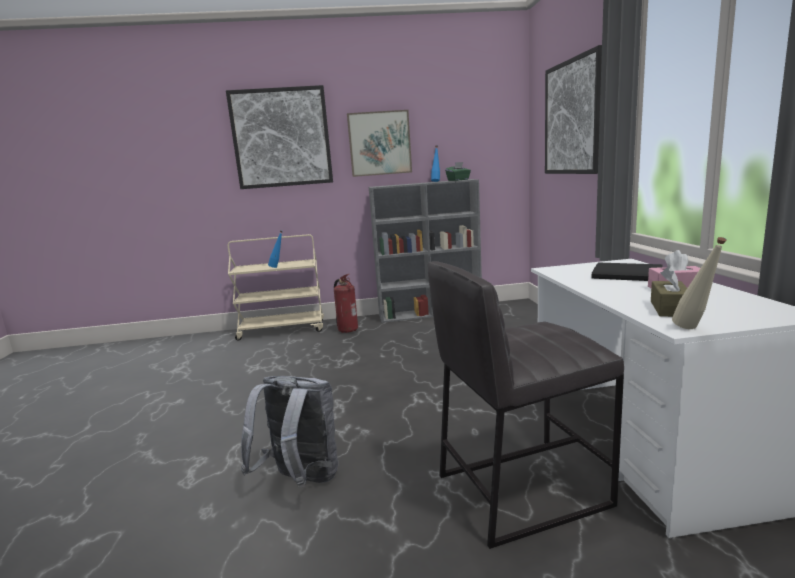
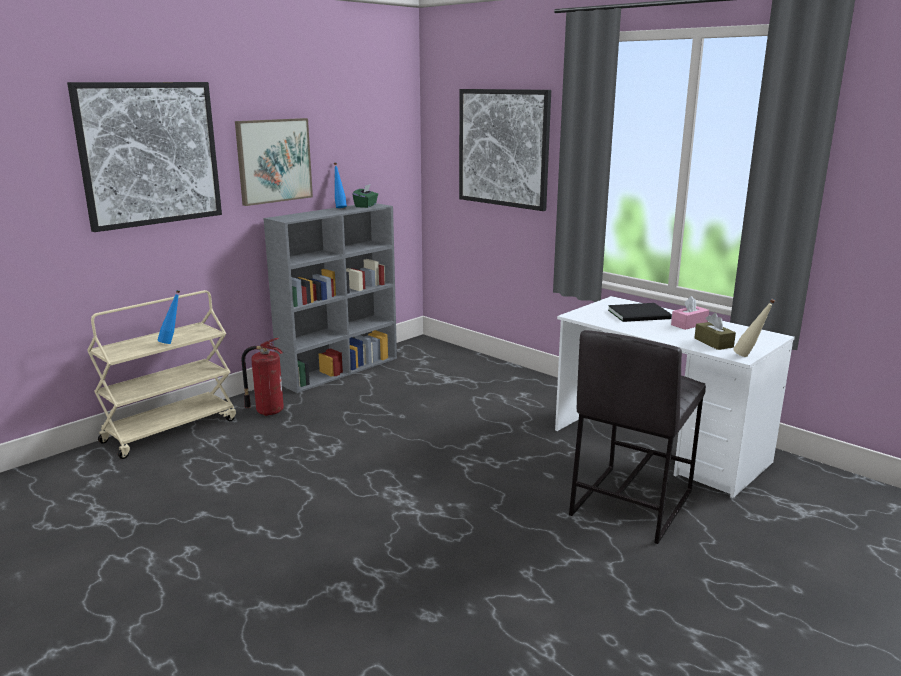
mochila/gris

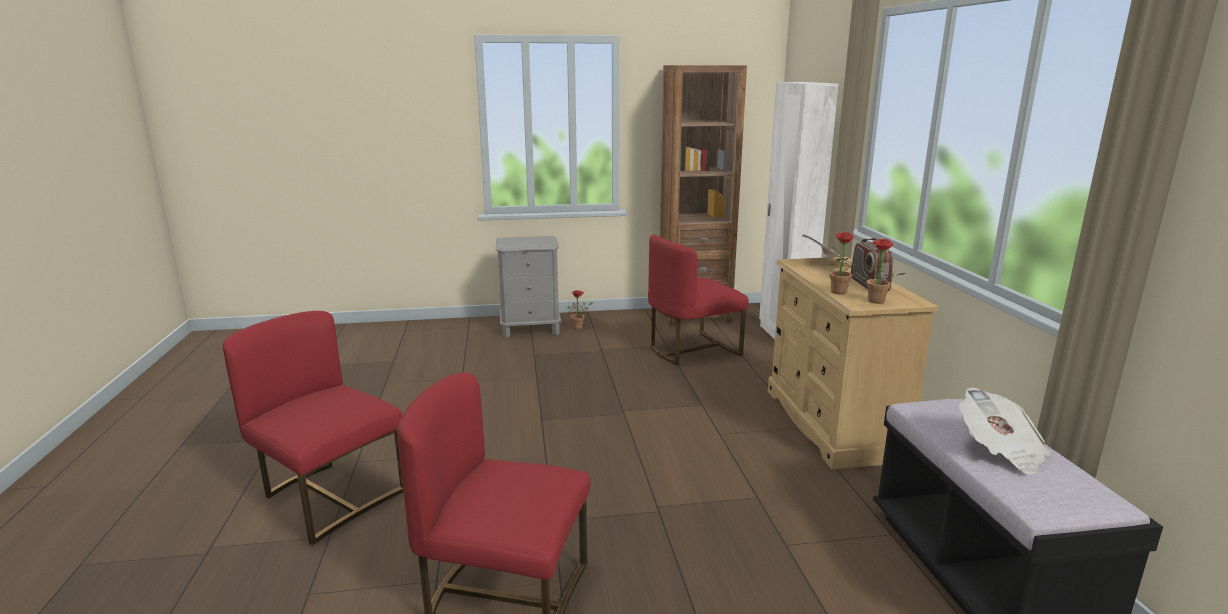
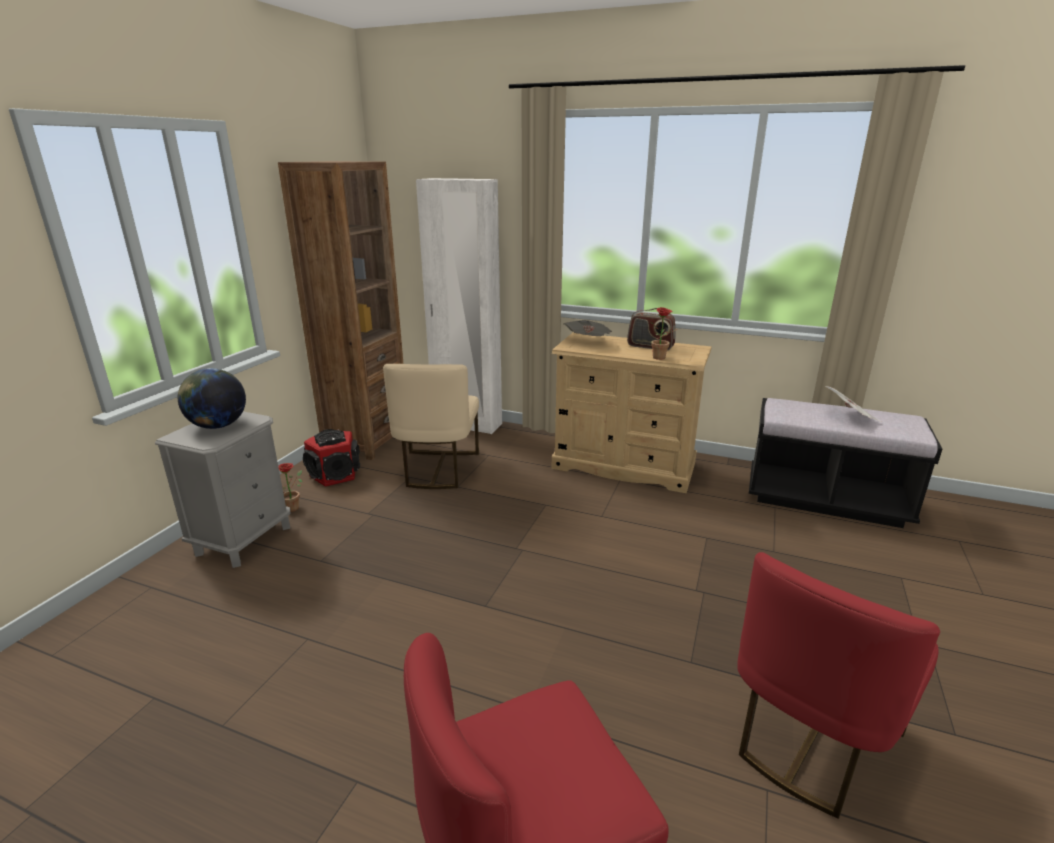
silla/beis; planta en maceta (no. 3 from left in the first image); globo terráqueo; altavoz

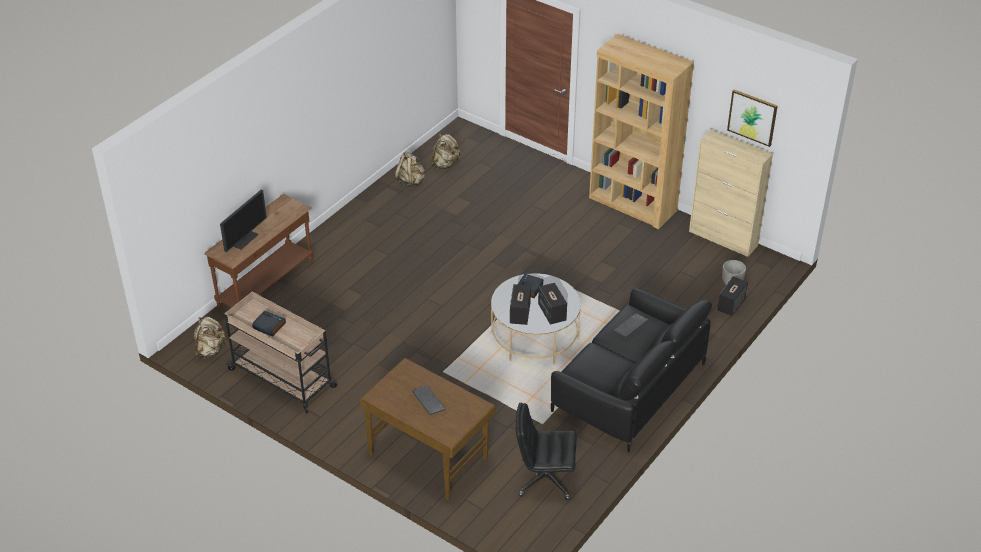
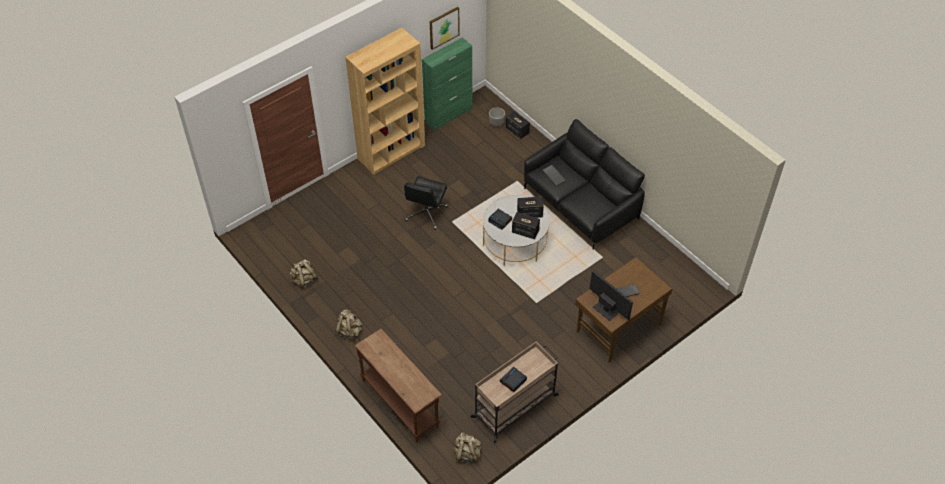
monitor; mochila/beis (no. 2 from left); silla de oficina/negro; armario/verde

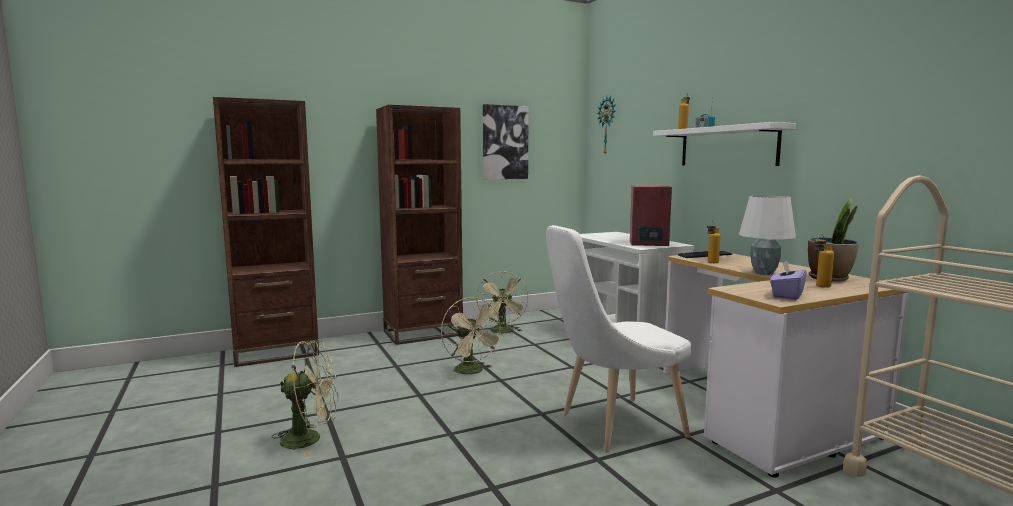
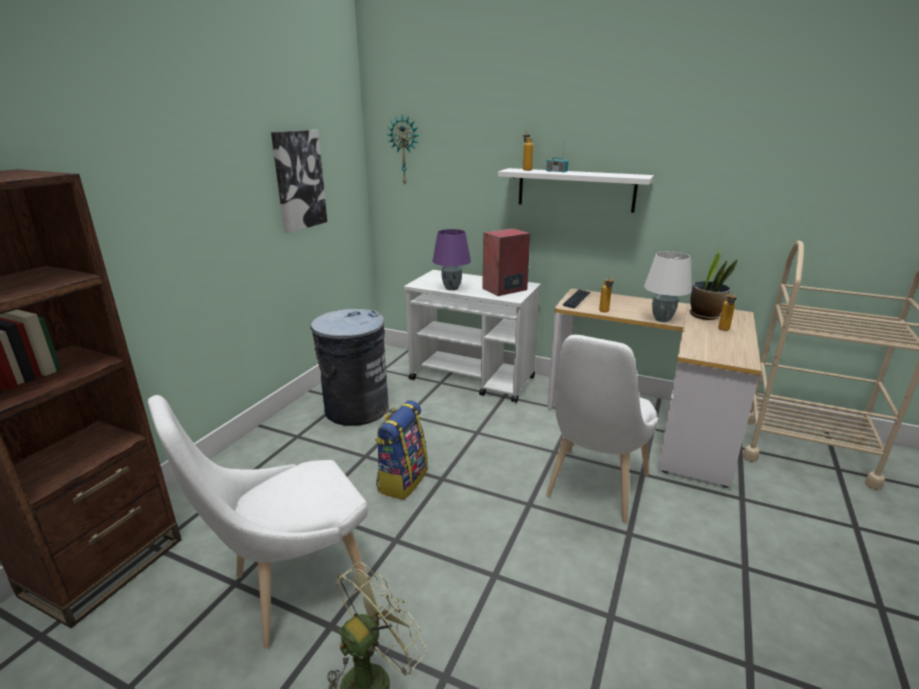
estantería/marrón (no. 2 from left in the first image); mochila; papelera/gris; caja de pañuelos/morado; silla/blanco (no. 1 from left); lámpara de mesa/morado

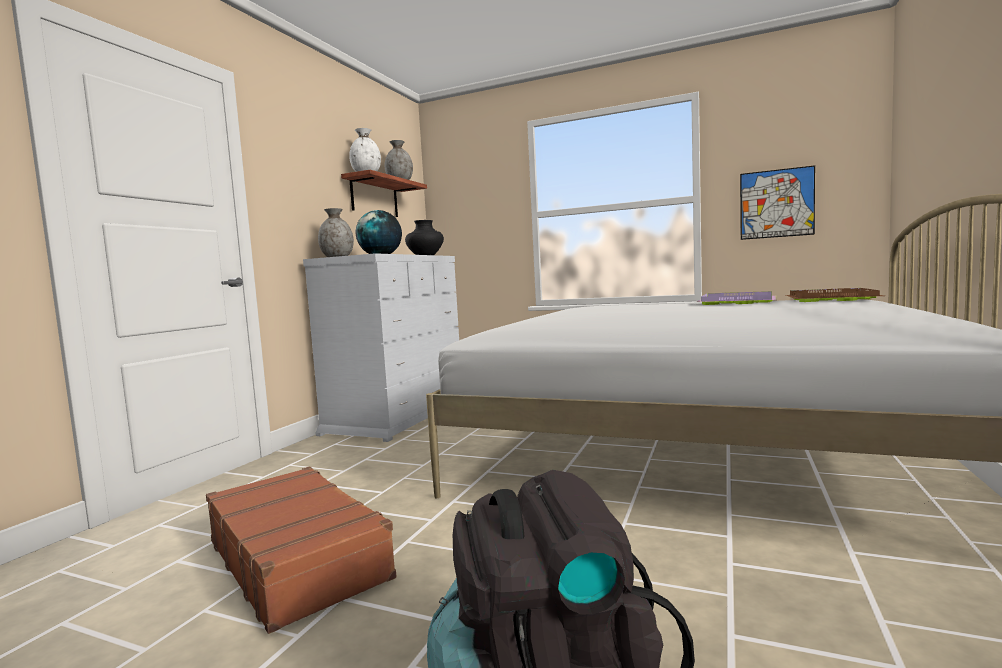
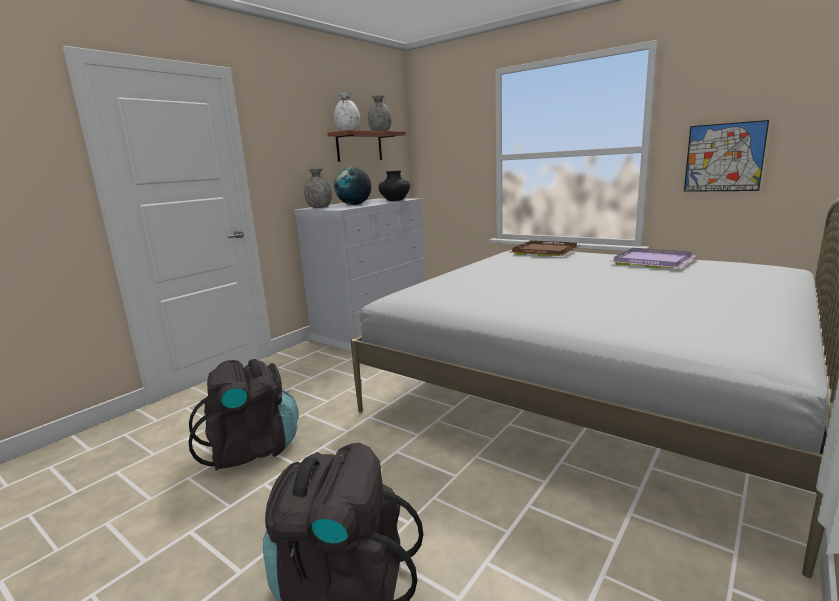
mochila/negro (no. 1 from left); bandeja/marrón

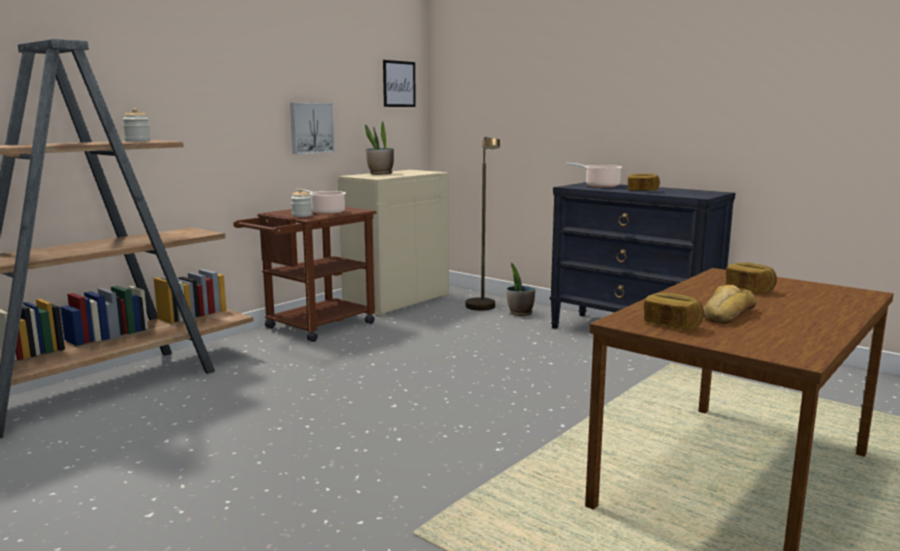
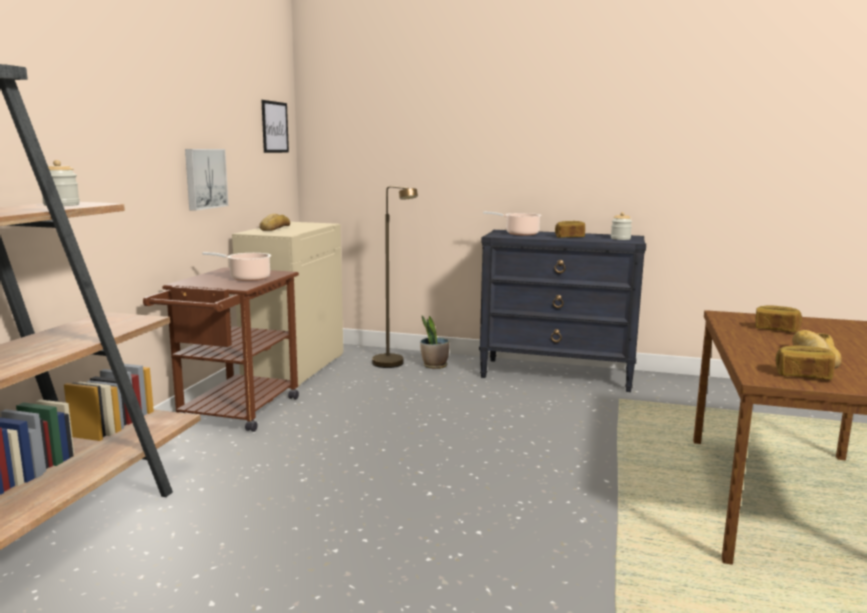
tarro (no. 2 from left); pan (no. 1 from left)

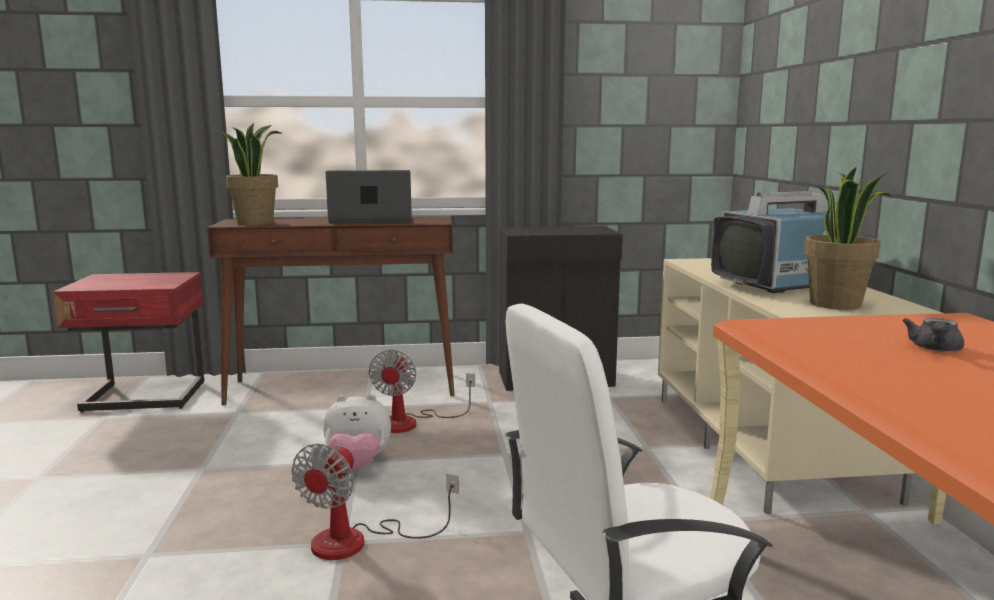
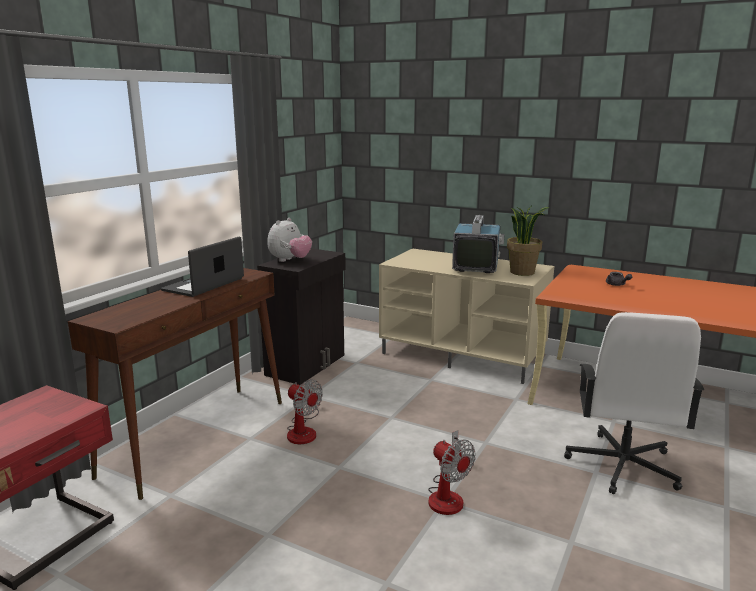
planta en maceta (no. 1 from left in the first image); peluche

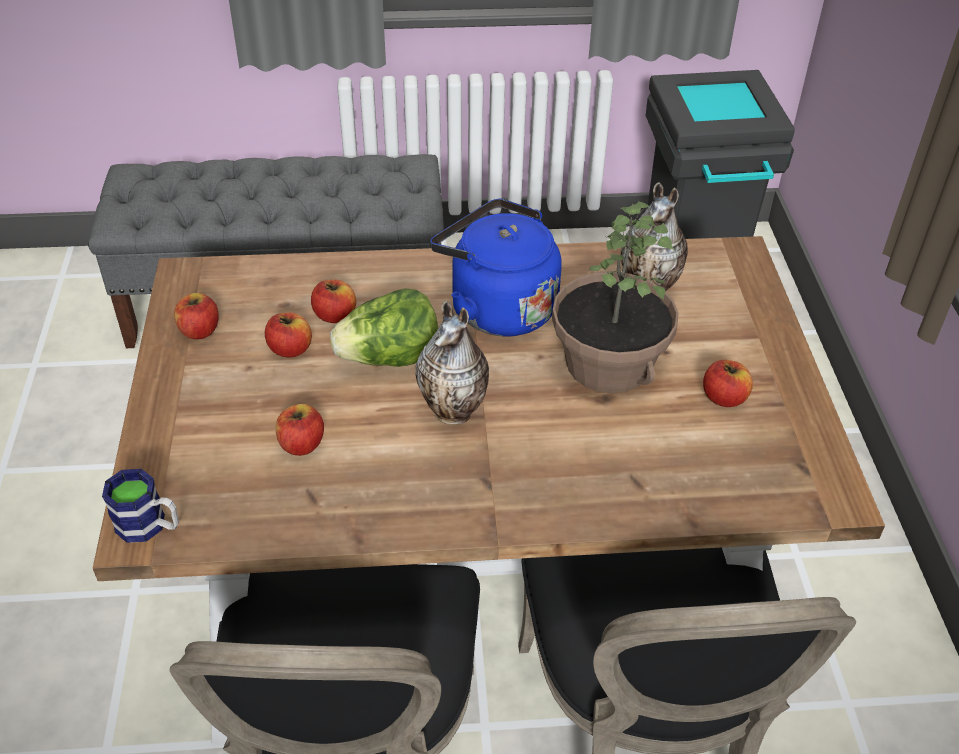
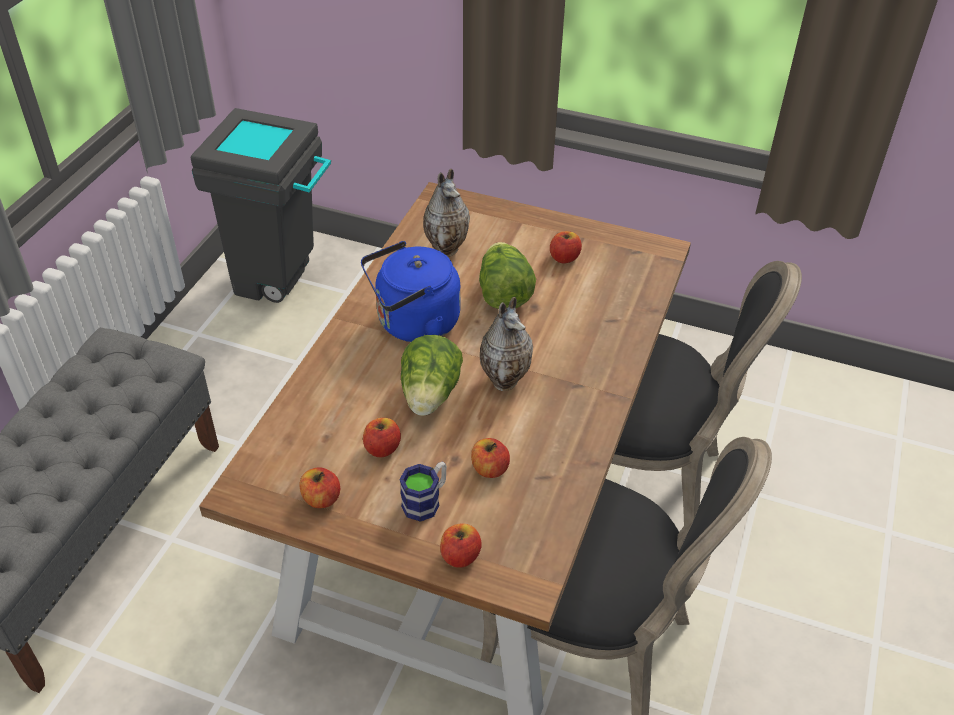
taza grande; manzana (no. 3 from left); lechuga (no. 2 from left)

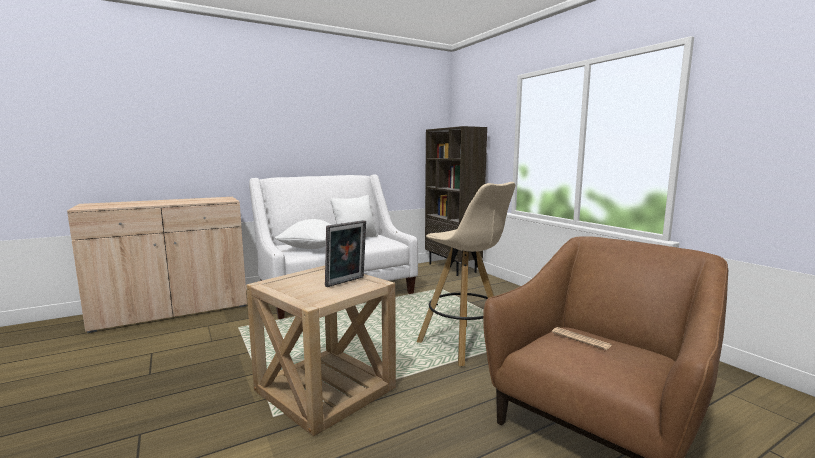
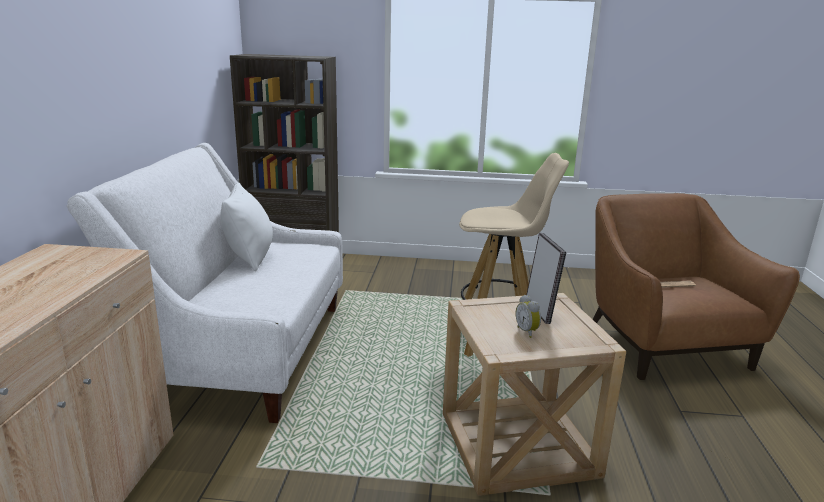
cojín/blanco (no. 1 from left in the first image); despertador

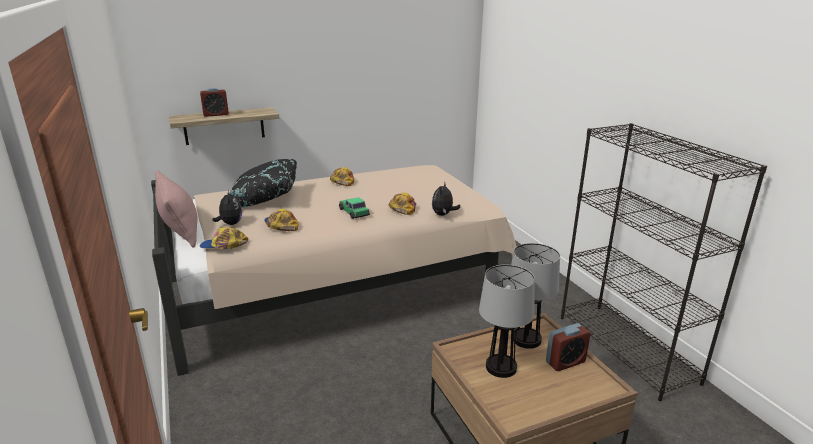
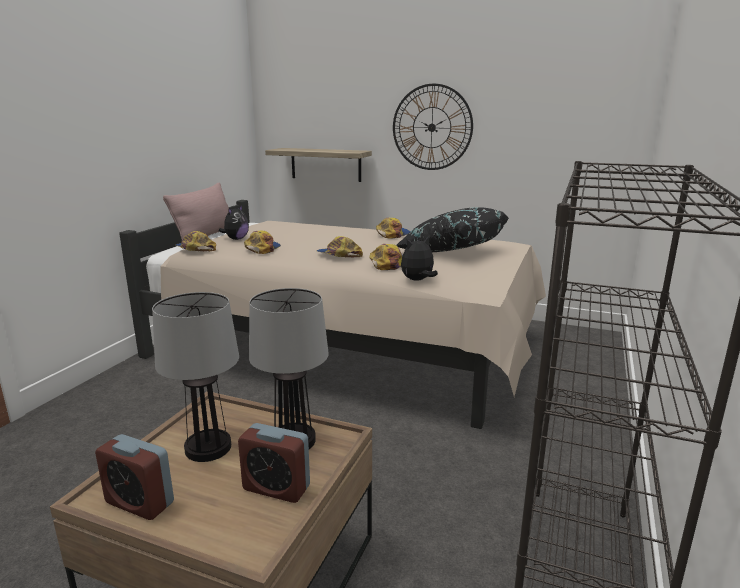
despertador (no. 1 from left); cojín/negro; gorra (no. 3 from left); reloj de pared

